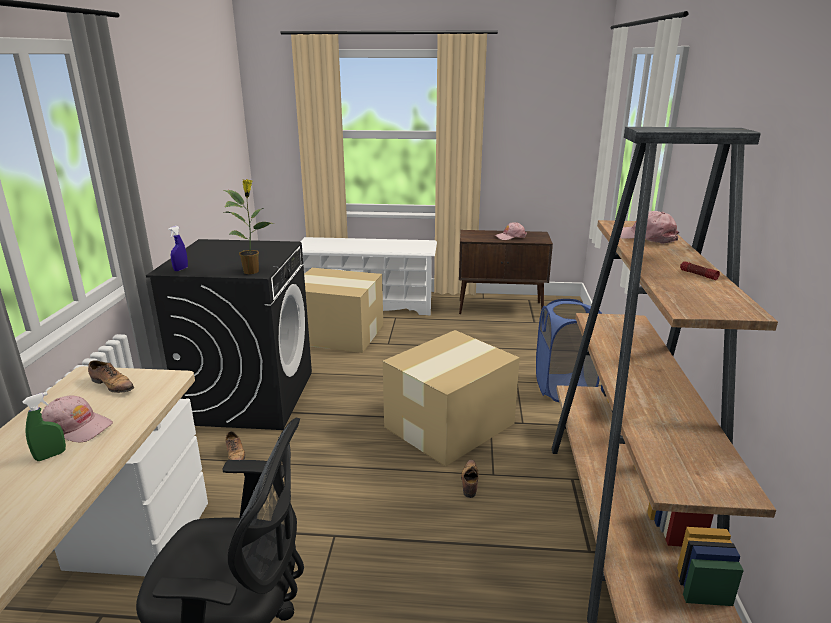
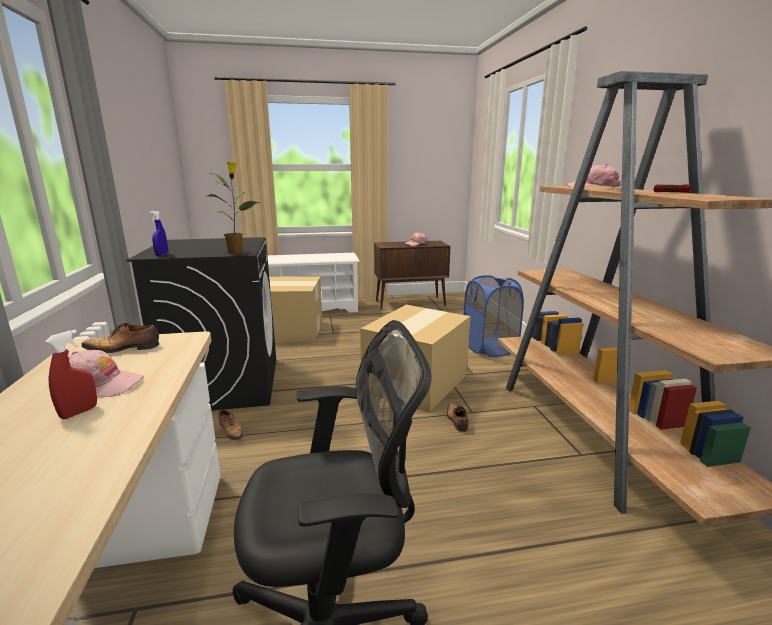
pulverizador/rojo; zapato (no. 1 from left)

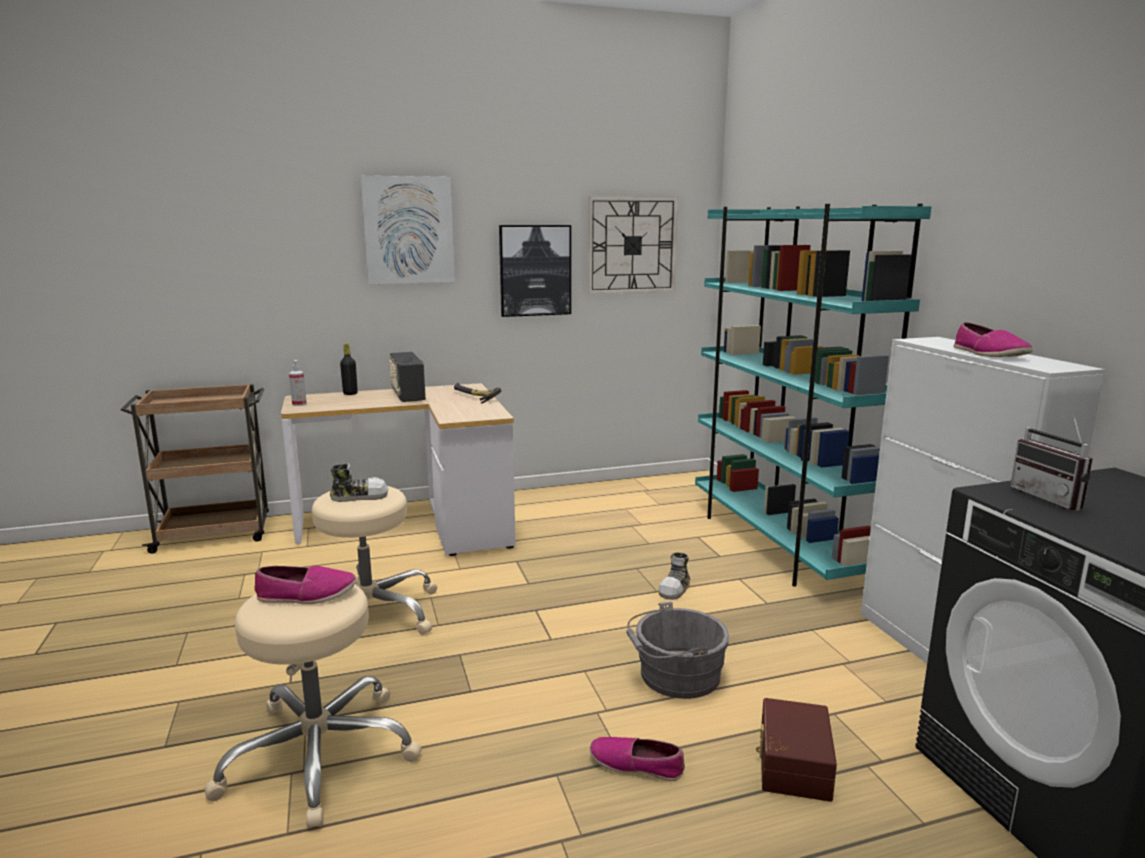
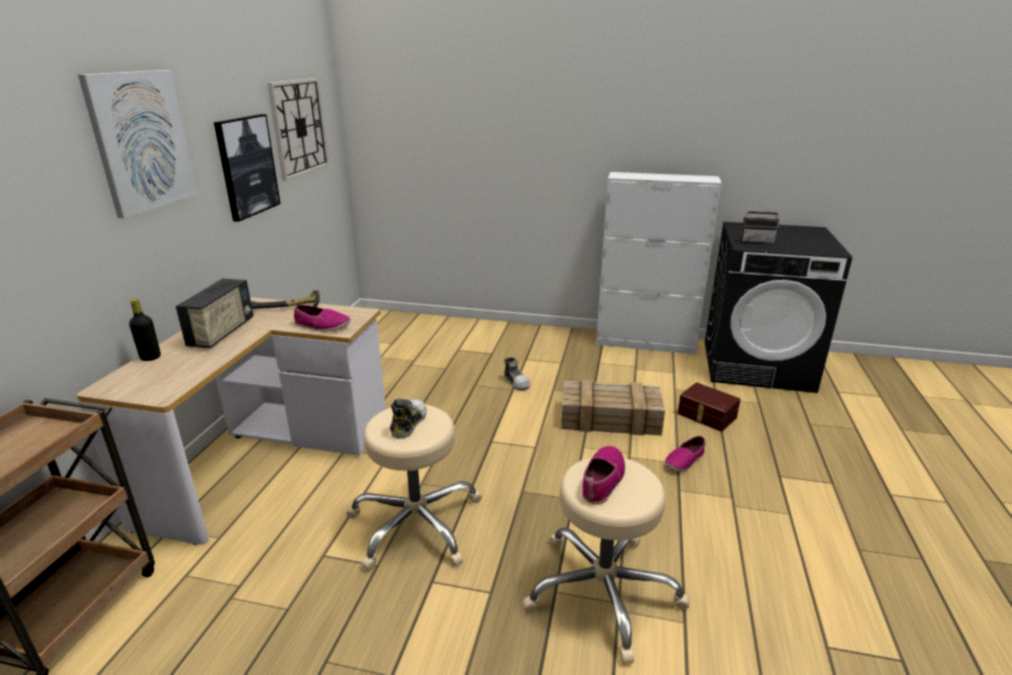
pulverizador; radio (no. 1 from left); caja de embalaje; estantería/turquesa; zapato (no. 1 from left)

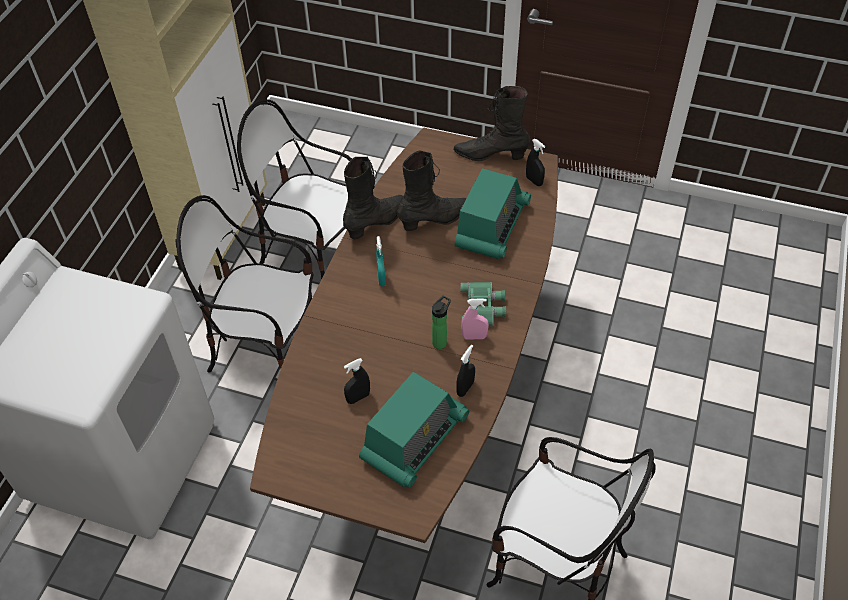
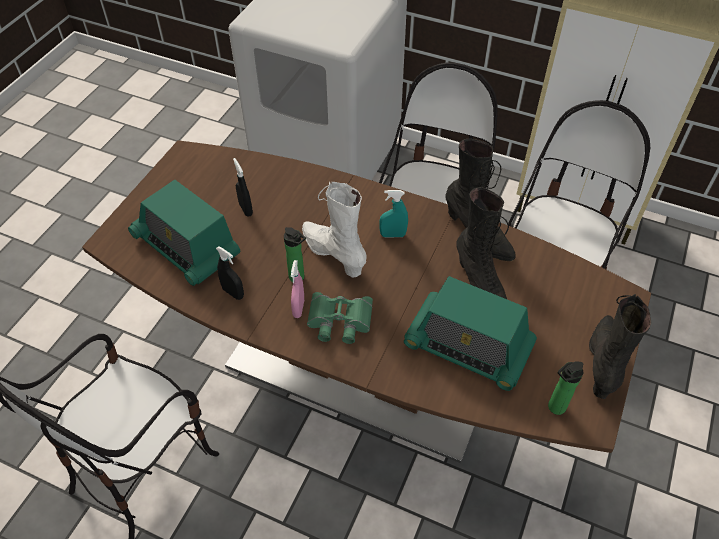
botella (no. 2 from left); bota/blanco

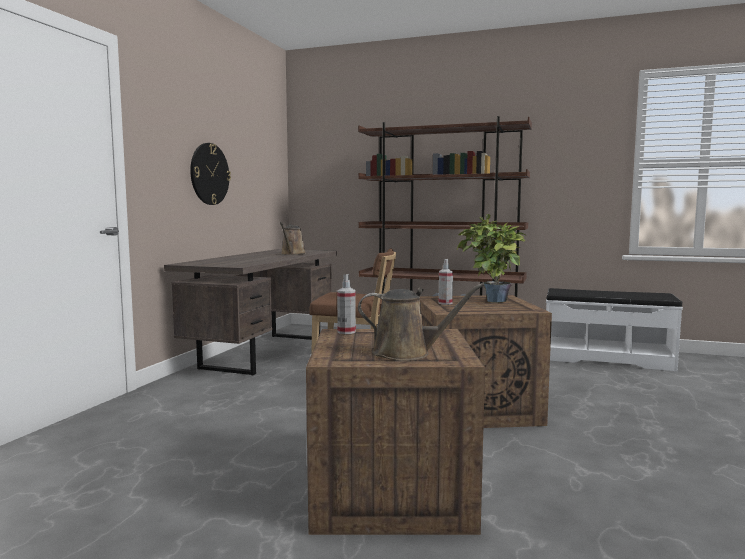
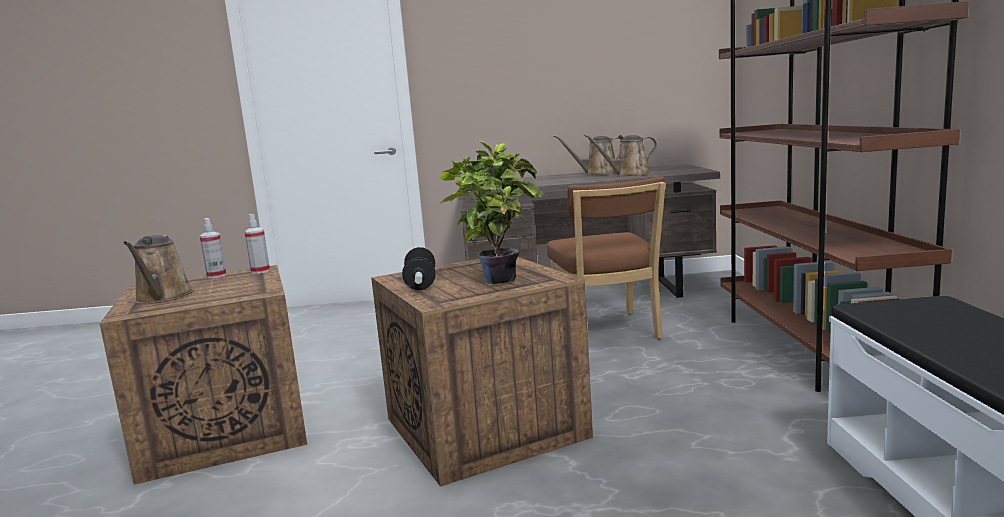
reloj de pared; pulverizador (no. 1 from left); mancuerna; regadera/marrón (no. 2 from left)

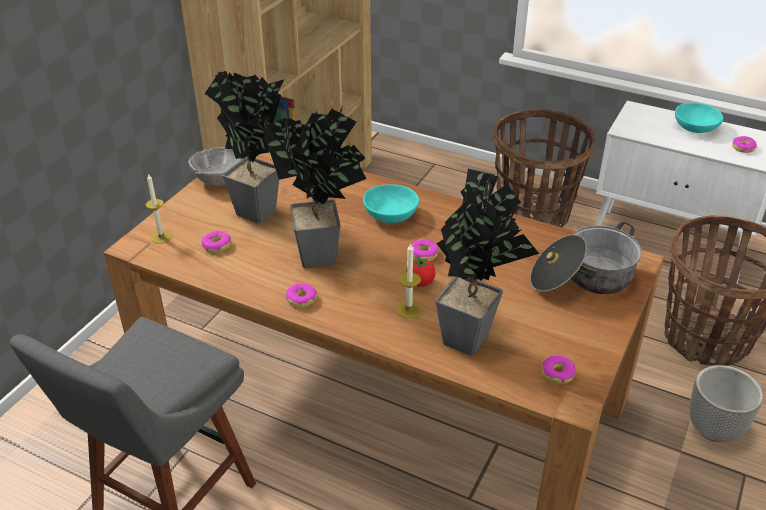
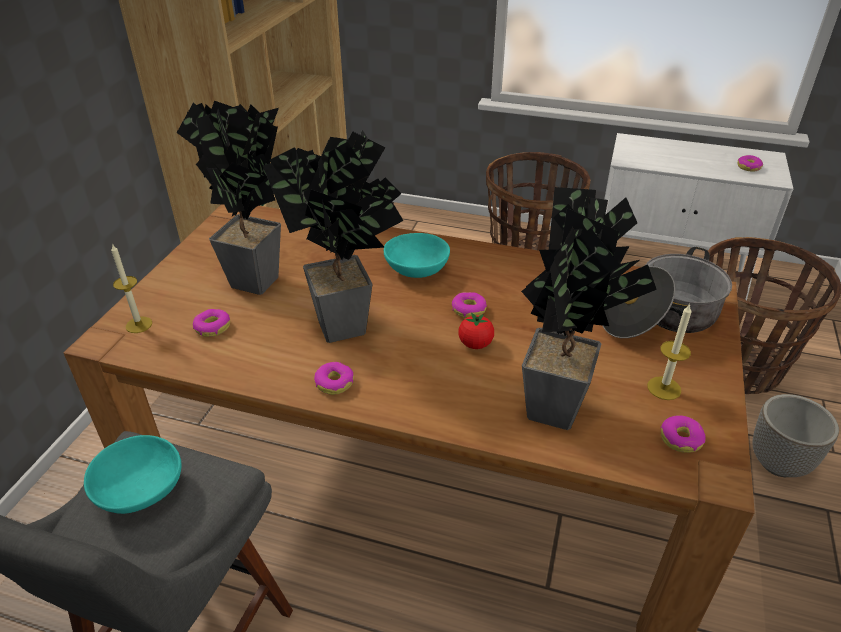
cuenco/gris; vela (no. 2 from left); cuenco/turquesa (no. 1 from left)

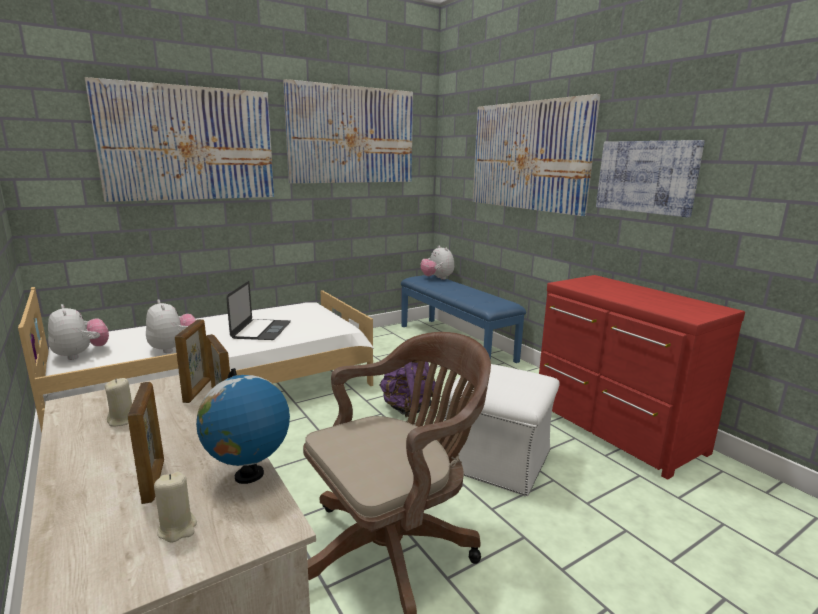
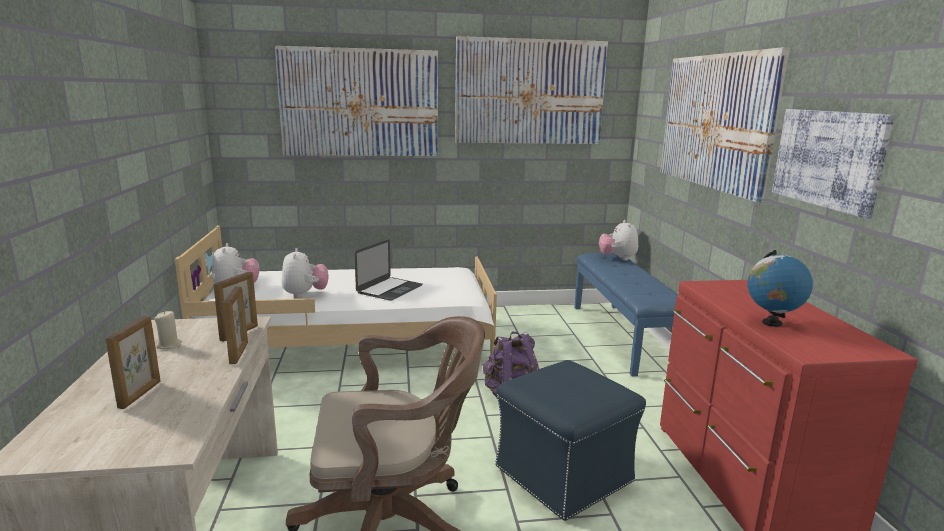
vela/beis (no. 2 from left in the first image); globo terráqueo; puf/azul

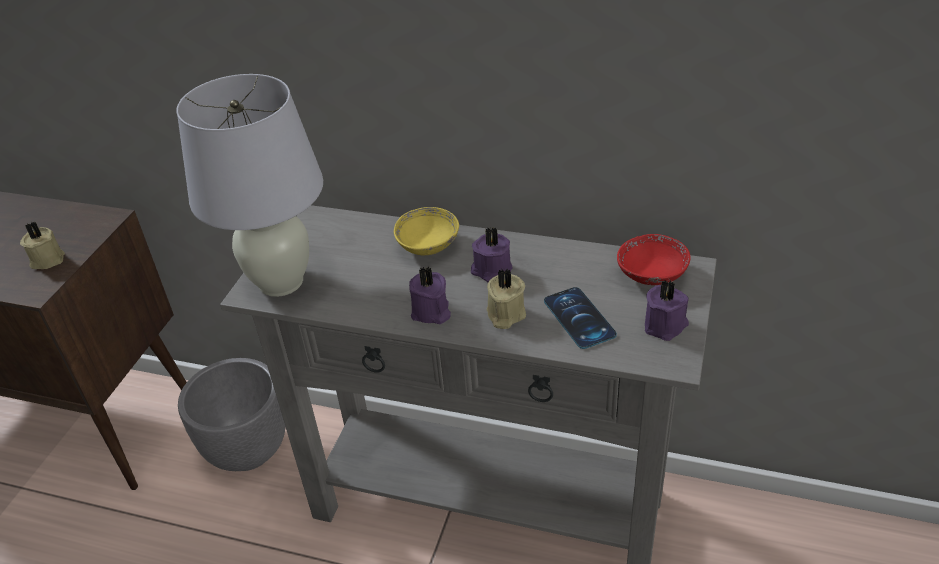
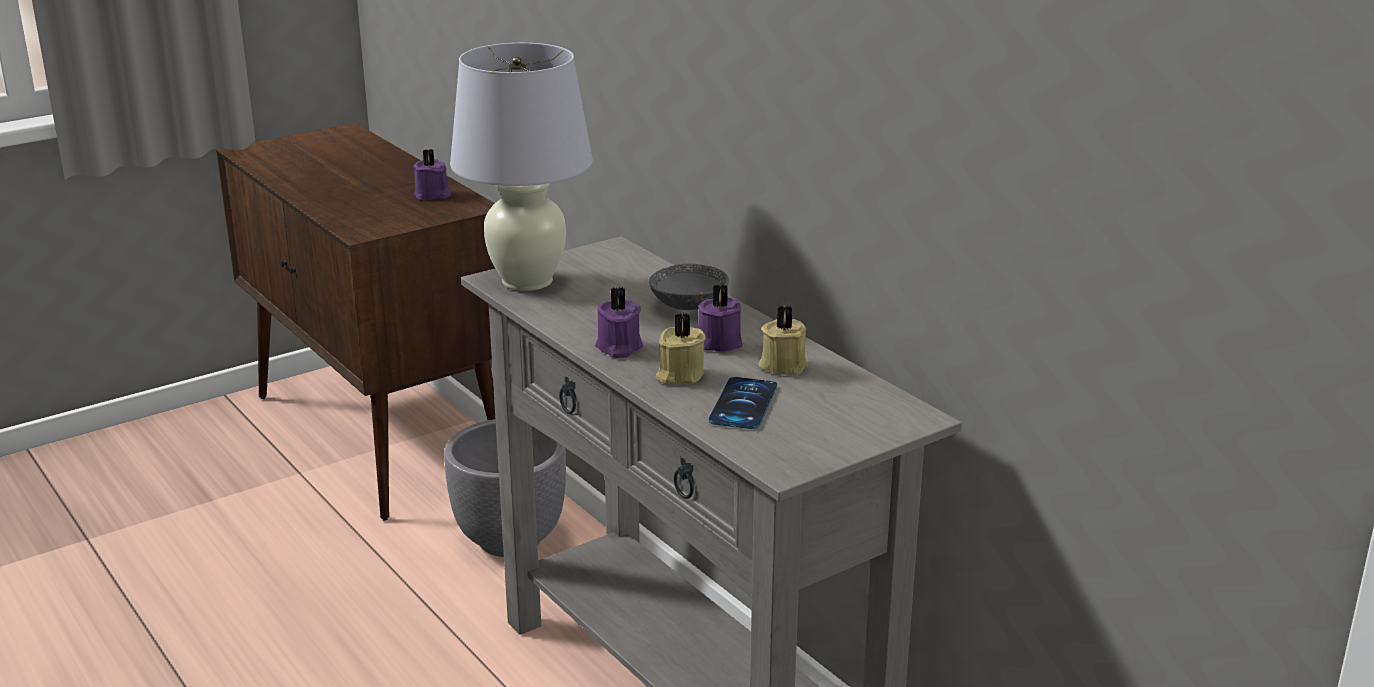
vela/beis (no. 2 from left); cuenco/gris; cuenco/rojo; vela/morado (no. 1 from left)

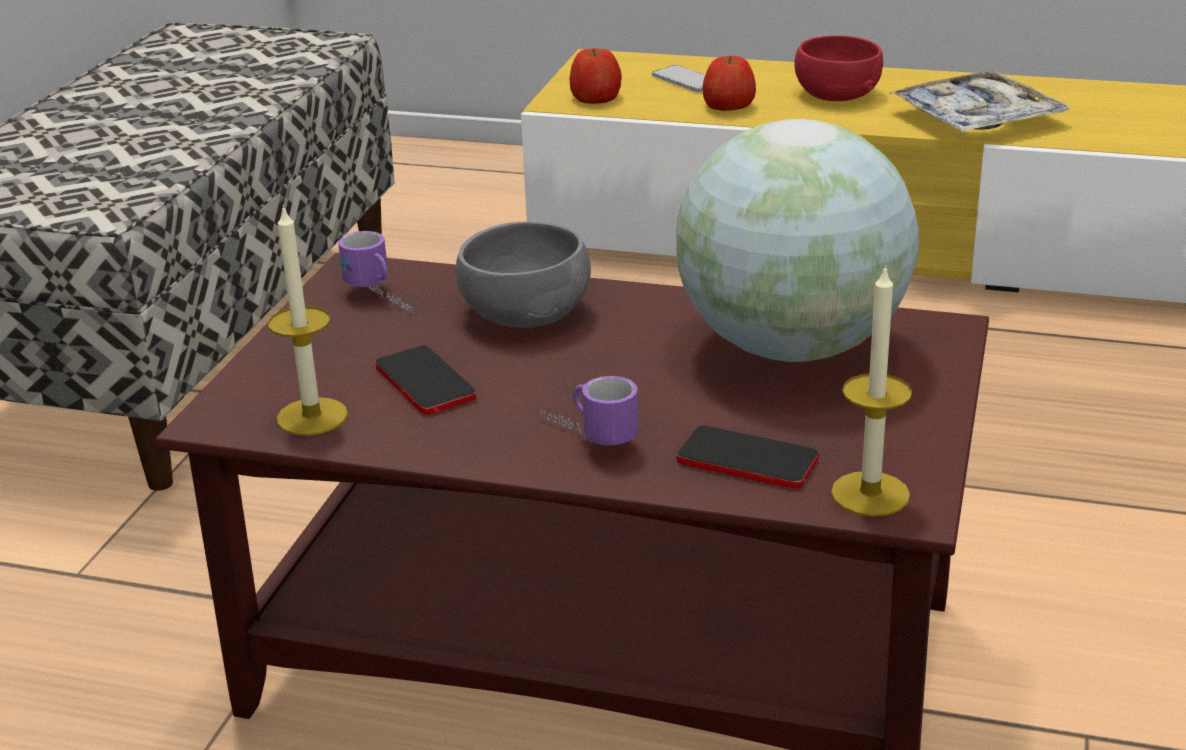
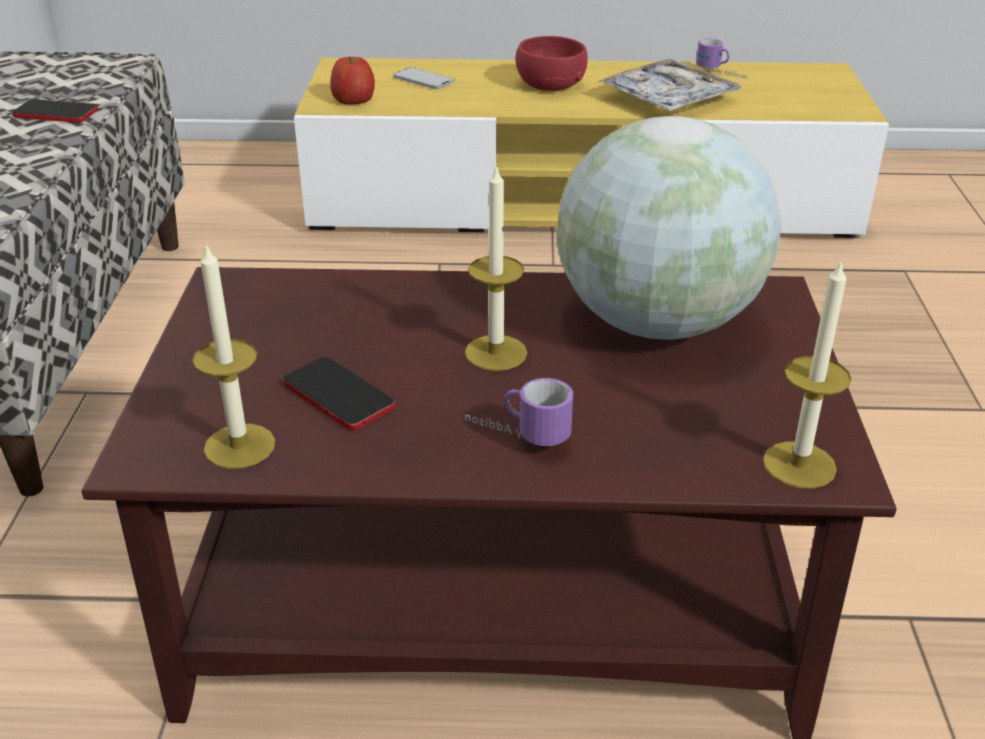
taza grande (no. 2 from left); cuenco/gris; móvil (no. 1 from left); manzana (no. 2 from left in the first image); vela (no. 2 from left)

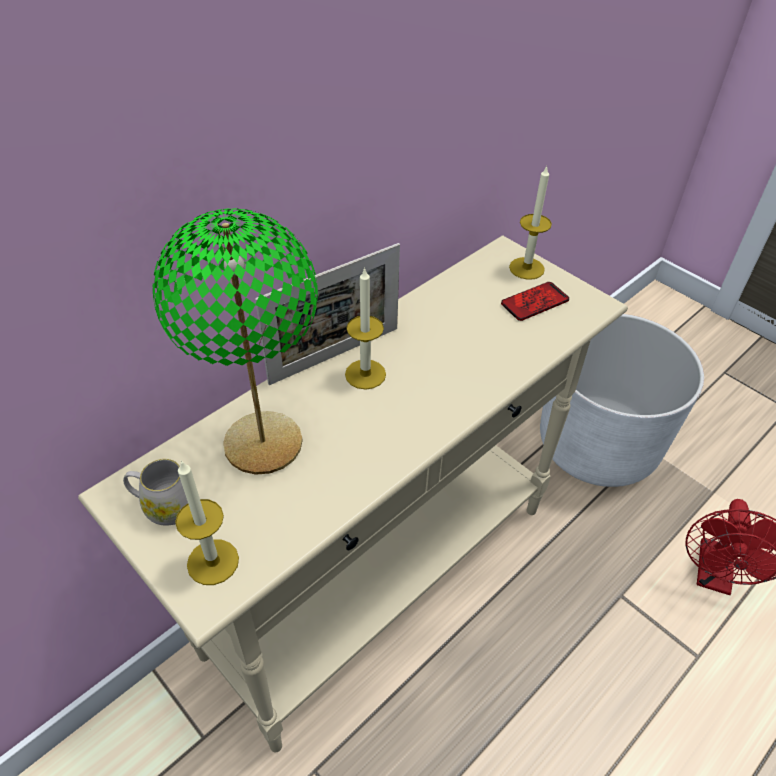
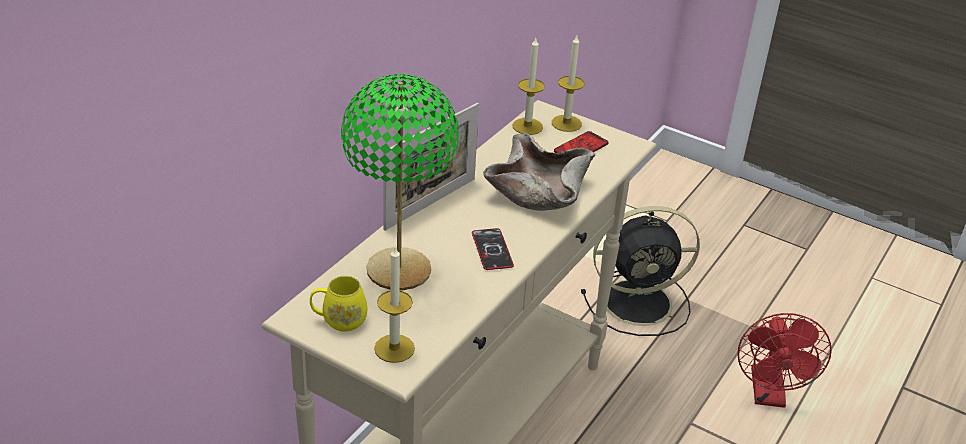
taza grande/amarillo; vela (no. 2 from left); ventilador/negro; móvil (no. 1 from left); cuenco/beis

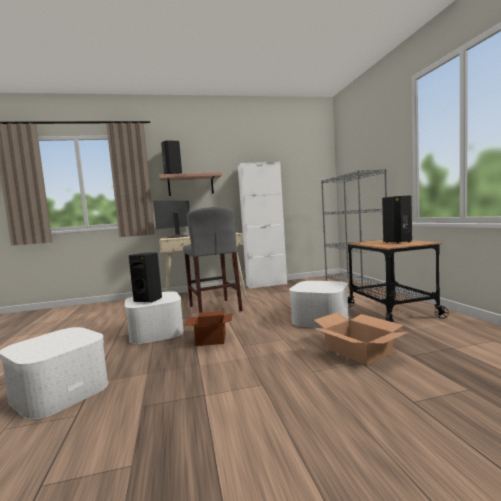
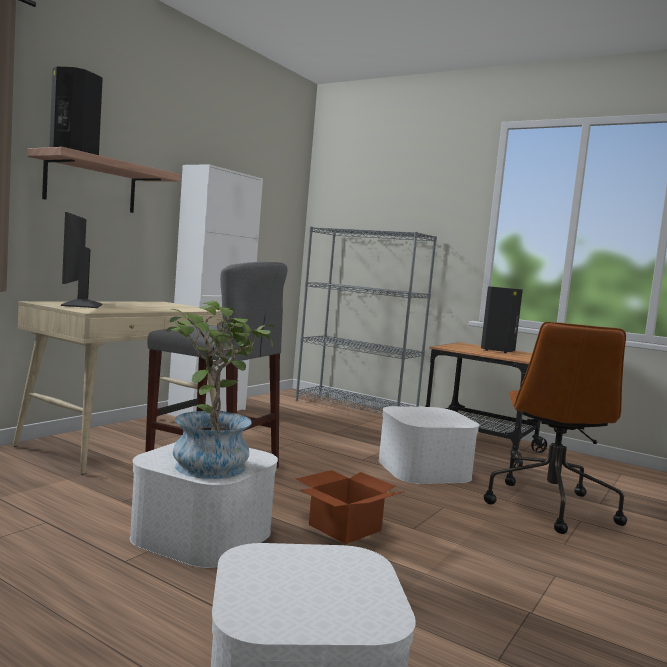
planta en maceta; silla de oficina/marrón

